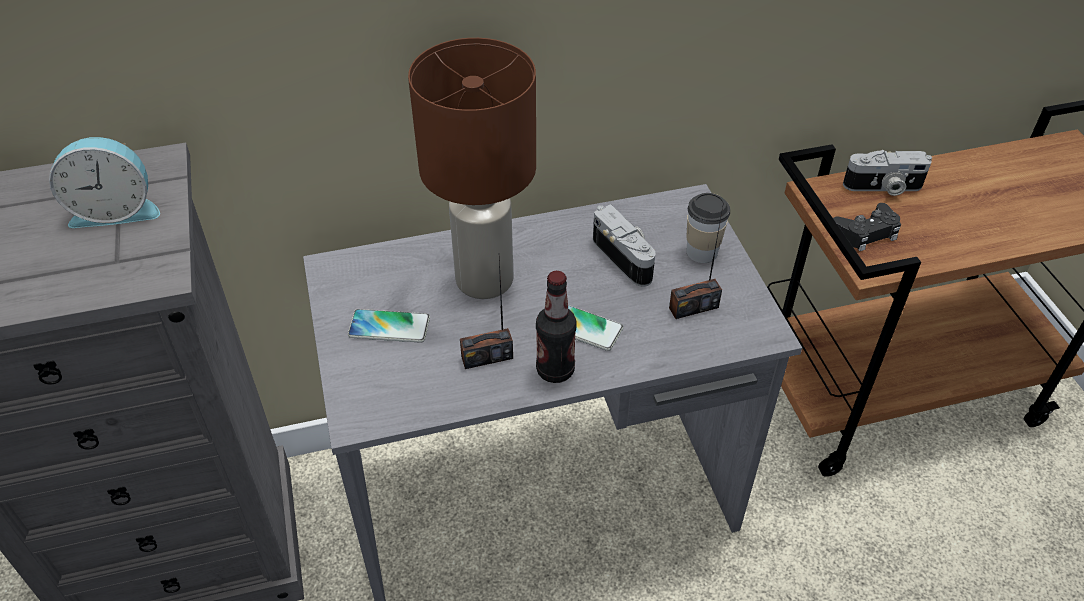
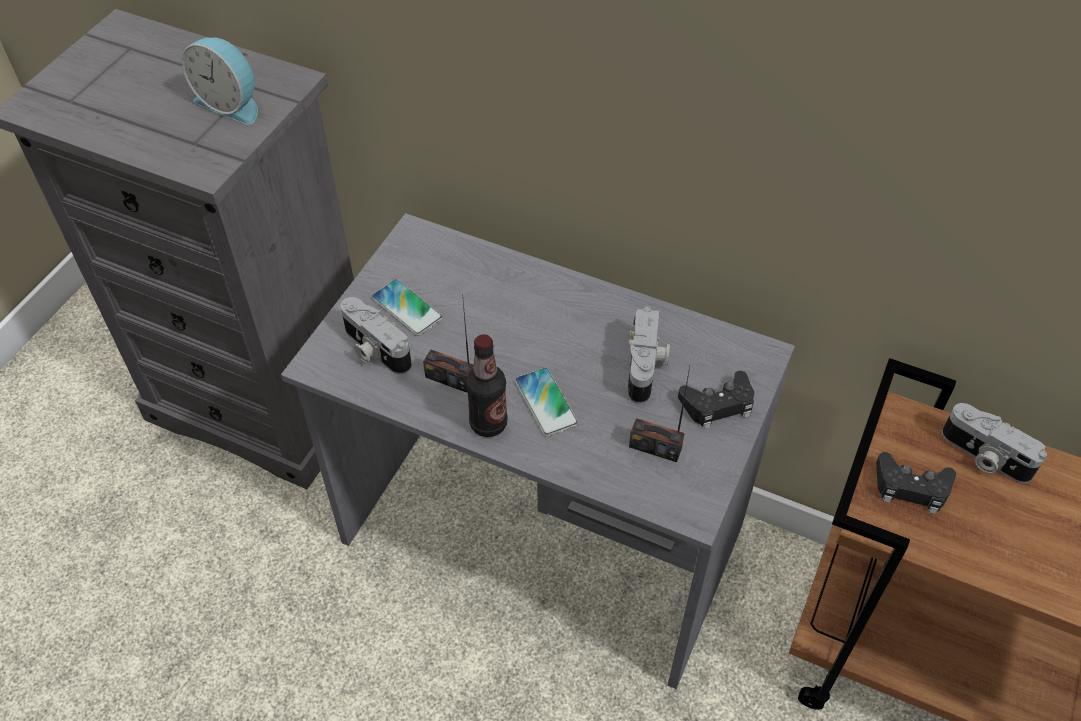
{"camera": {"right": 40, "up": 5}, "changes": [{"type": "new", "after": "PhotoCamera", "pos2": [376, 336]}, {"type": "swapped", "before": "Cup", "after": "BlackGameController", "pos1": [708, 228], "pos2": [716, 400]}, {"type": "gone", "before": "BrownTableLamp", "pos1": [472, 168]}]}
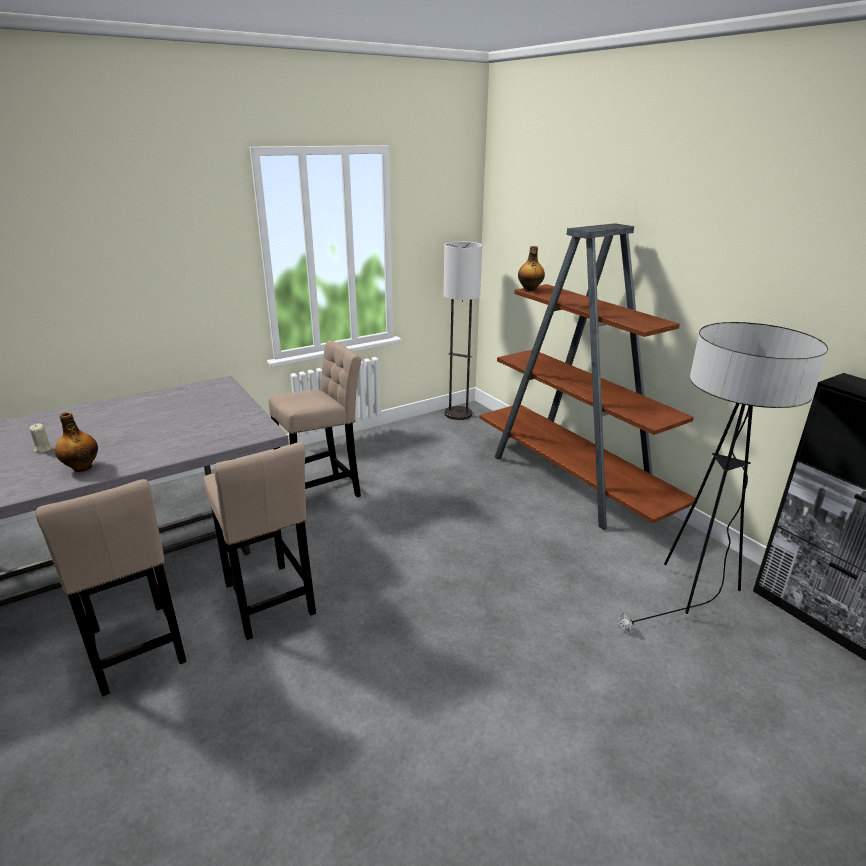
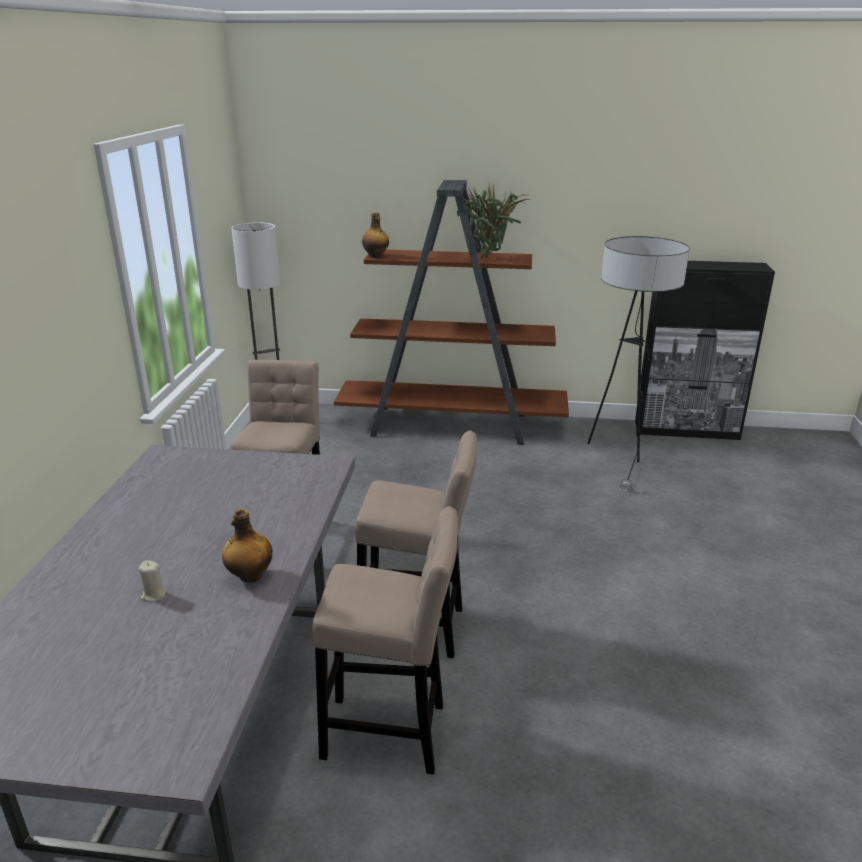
{"camera": {"right": -50, "up": 0}, "changes": [{"type": "new", "after": "PottedPlant", "pos2": [494, 220]}]}
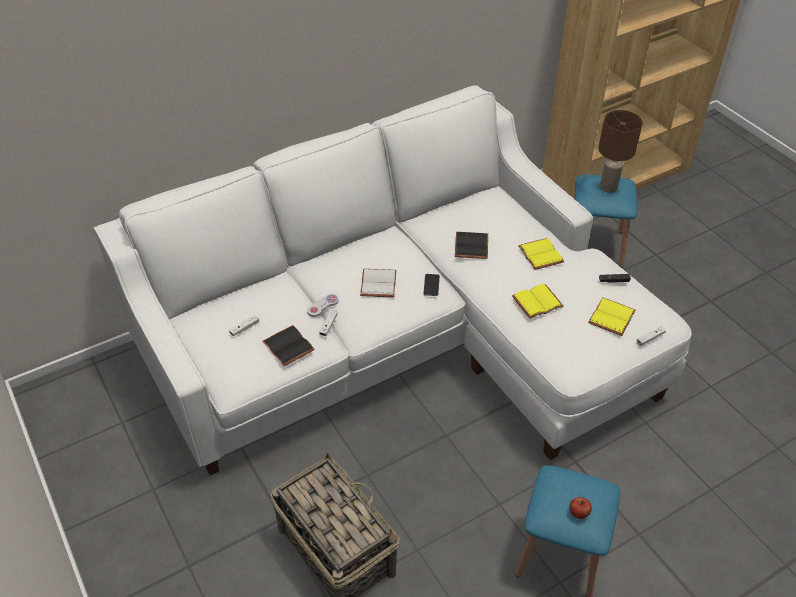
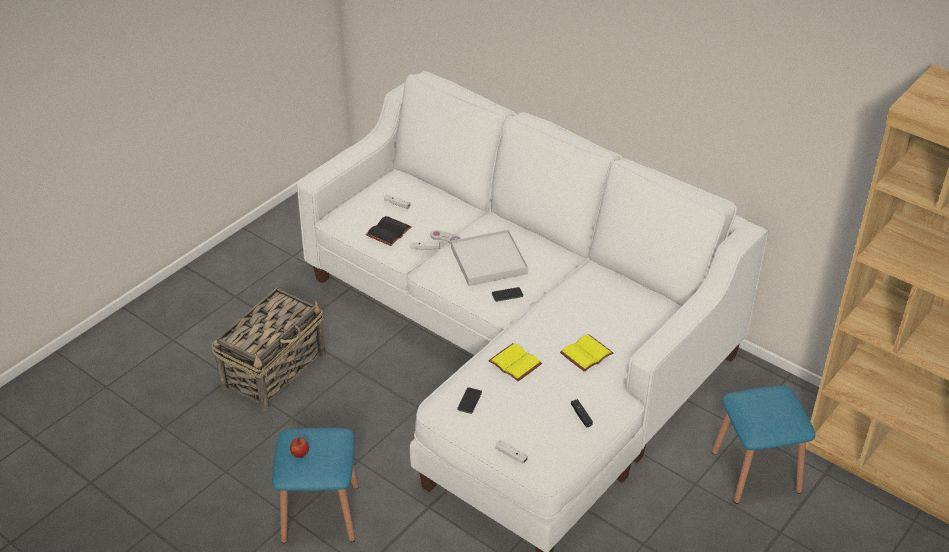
{"camera": {"right": 70, "up": -5}, "changes": [{"type": "swapped", "before": "WhiteBook", "after": "WhiteTray", "pos1": [378, 283], "pos2": [489, 257]}, {"type": "new", "after": "Phone", "pos2": [469, 400]}, {"type": "gone", "before": "BlackBook", "pos1": [471, 245]}, {"type": "gone", "before": "YellowBook", "pos1": [612, 317]}, {"type": "gone", "before": "BrownTableLamp", "pos1": [620, 151]}]}
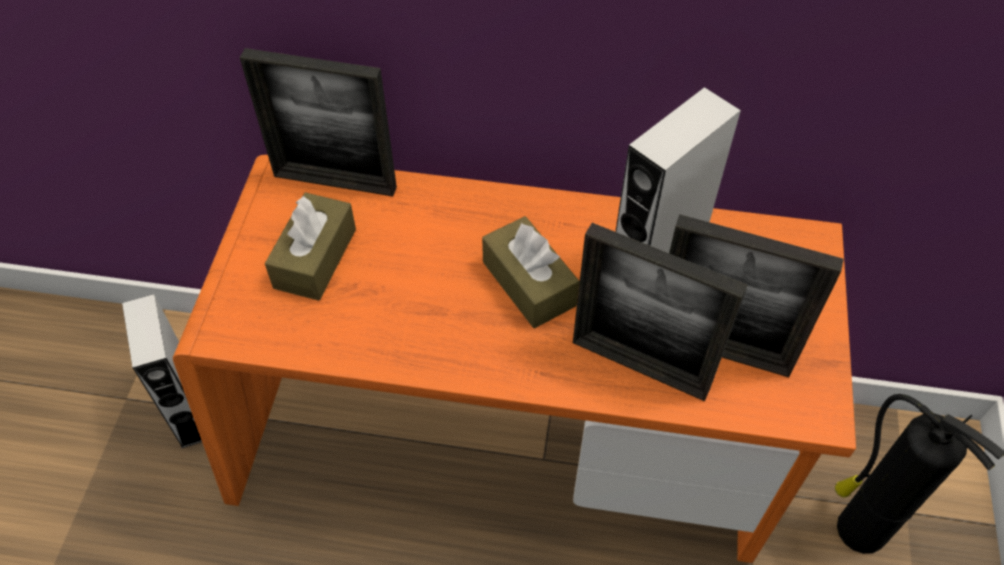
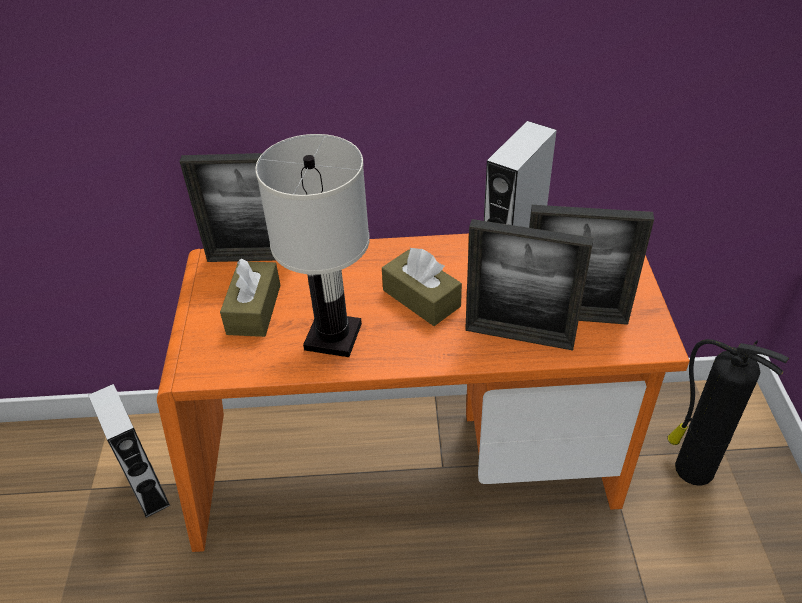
{"camera": {"right": -10, "up": -10}, "changes": [{"type": "new", "after": "WhiteTableLamp", "pos2": [312, 245]}]}
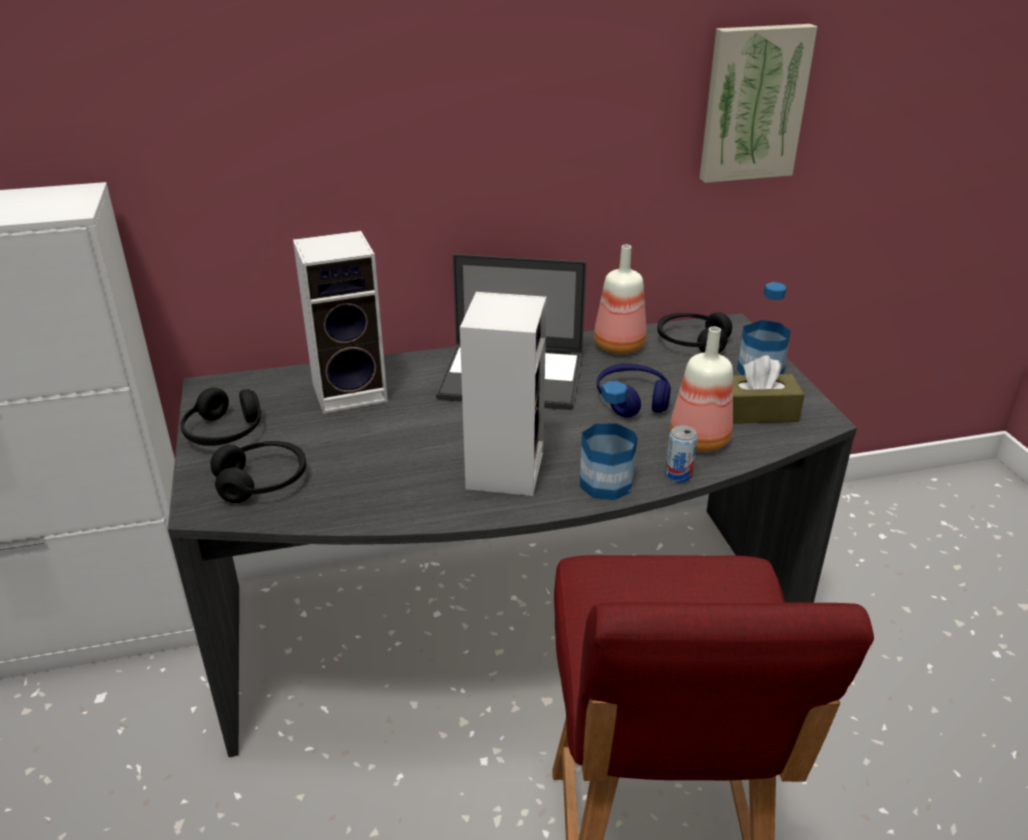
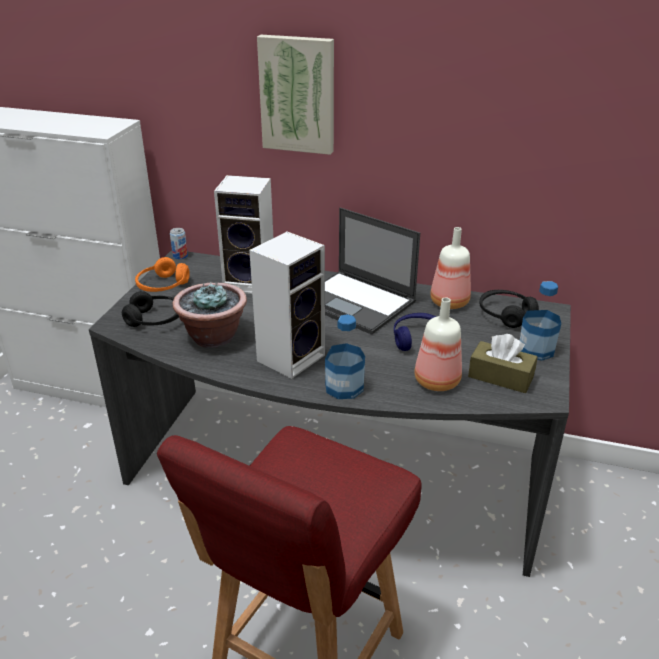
{"camera": {"right": 30, "up": 0}, "changes": [{"type": "repainted", "before": "BlackHeadphones", "after": "OrangeHeadphones", "pos1": [221, 416], "pos2": [162, 274]}, {"type": "shifted", "before": "Can", "pos1": [681, 454], "pos2": [179, 244]}, {"type": "new", "after": "PottedPlant", "pos2": [209, 315]}, {"type": "shifted", "before": "Picture", "pos1": [758, 103], "pos2": [295, 95]}]}
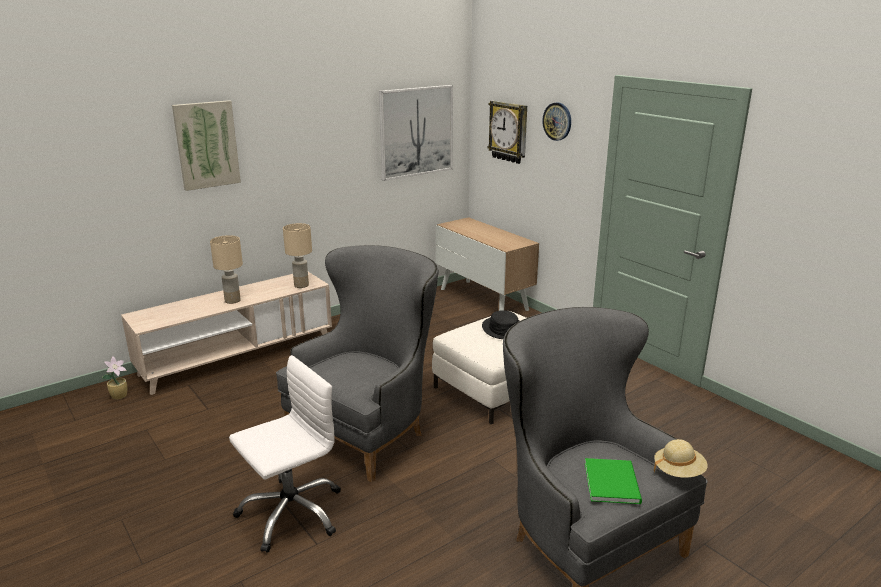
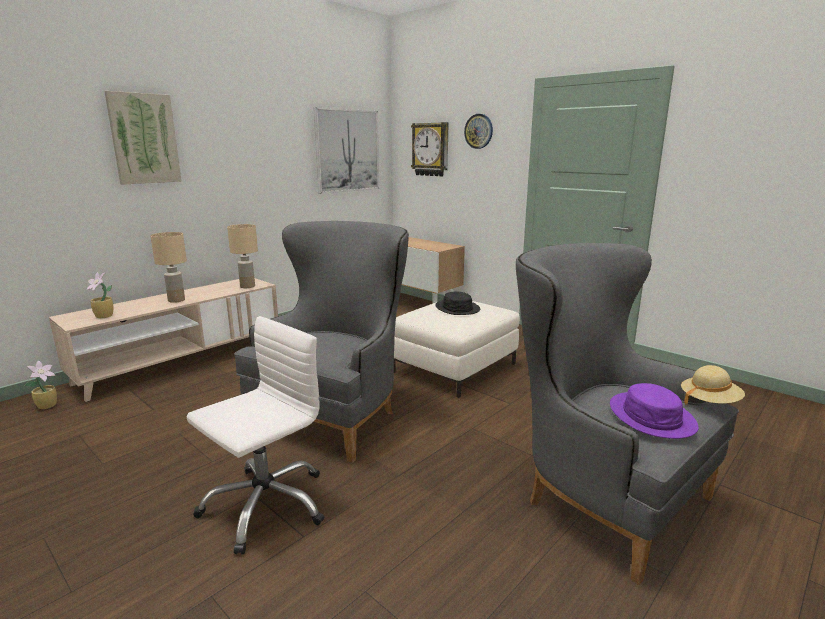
{"camera": {"right": -10, "up": -5}, "changes": [{"type": "new", "after": "PottedPlant", "pos2": [99, 295]}, {"type": "swapped", "before": "GreenBook", "after": "PurpleHat", "pos1": [613, 481], "pos2": [654, 411]}]}
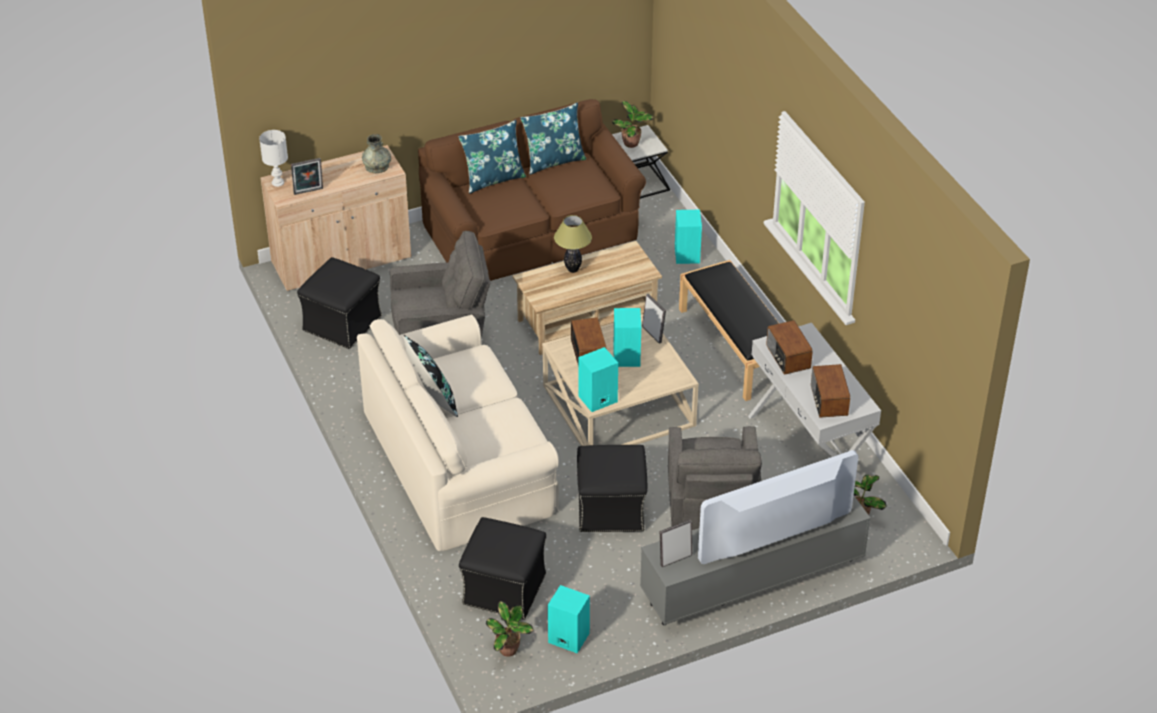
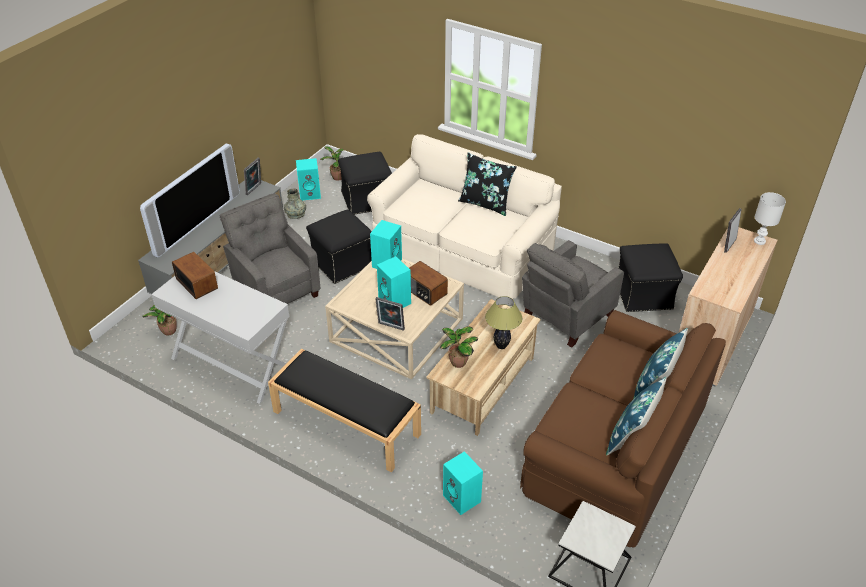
{"camera": {"right": 145, "up": 0}, "changes": [{"type": "shifted", "before": "GreyVase", "pos1": [376, 153], "pos2": [295, 204]}, {"type": "shifted", "before": "PottedPlant", "pos1": [632, 124], "pos2": [459, 347]}, {"type": "gone", "before": "Radio", "pos1": [789, 347]}]}
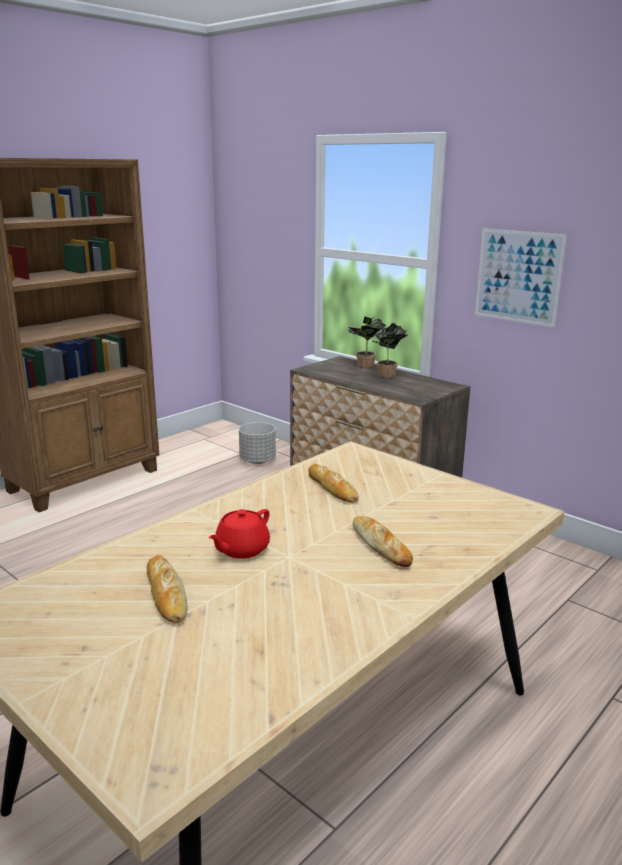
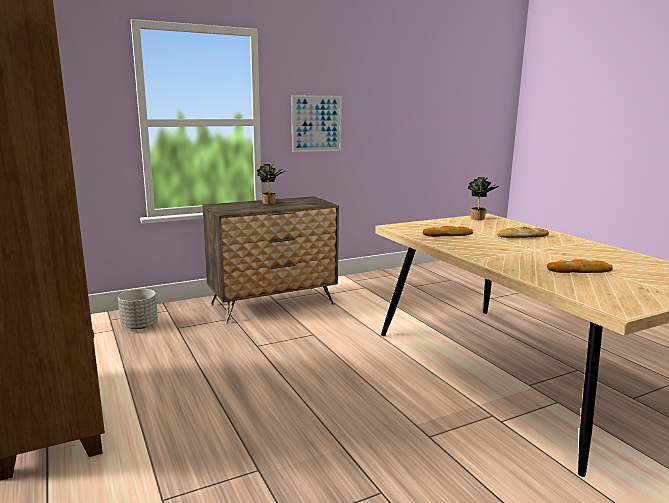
{"camera": {"right": -70, "up": -5}, "changes": [{"type": "shifted", "before": "PottedPlant", "pos1": [367, 342], "pos2": [483, 198]}, {"type": "gone", "before": "RedTeapot", "pos1": [239, 534]}]}
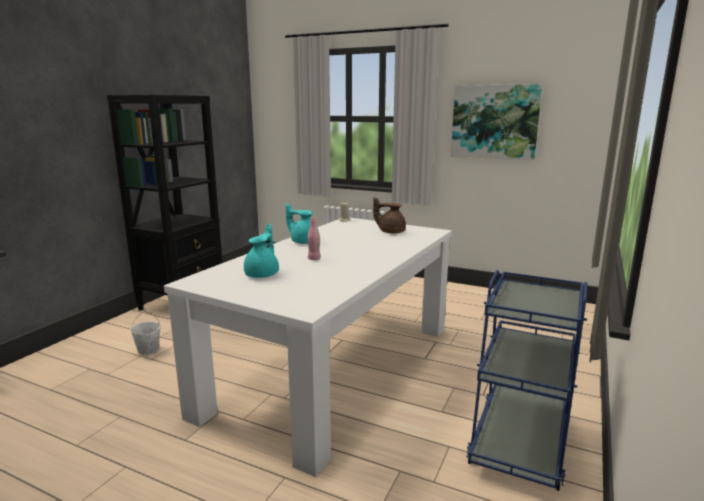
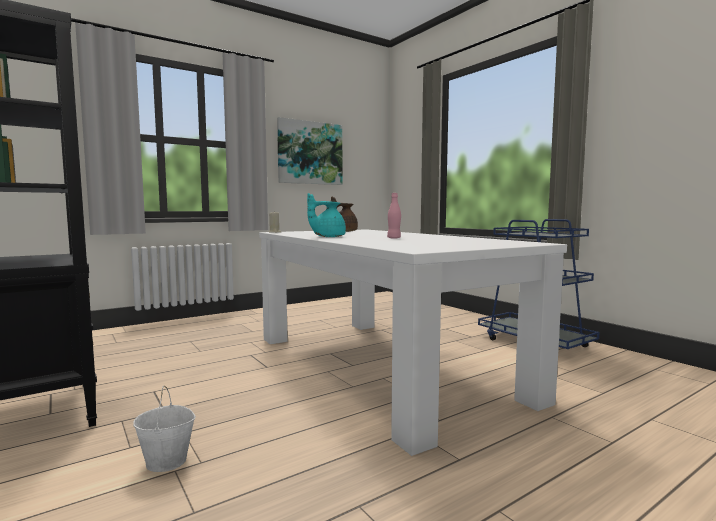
{"camera": {"right": -60, "up": -10}, "changes": [{"type": "gone", "before": "TurquoiseTeapot", "pos1": [261, 251]}]}
